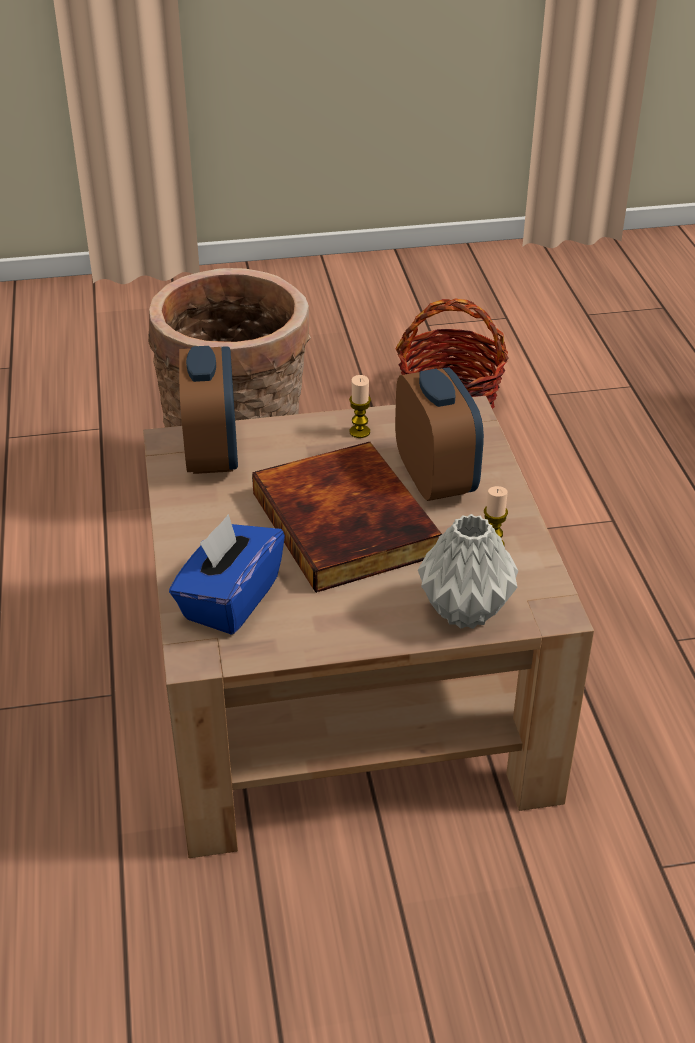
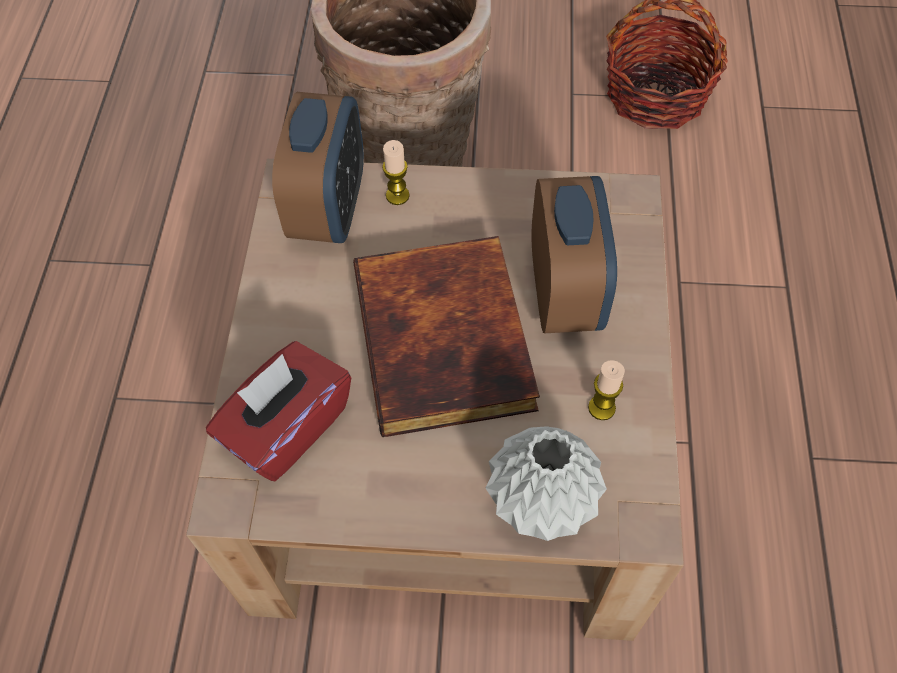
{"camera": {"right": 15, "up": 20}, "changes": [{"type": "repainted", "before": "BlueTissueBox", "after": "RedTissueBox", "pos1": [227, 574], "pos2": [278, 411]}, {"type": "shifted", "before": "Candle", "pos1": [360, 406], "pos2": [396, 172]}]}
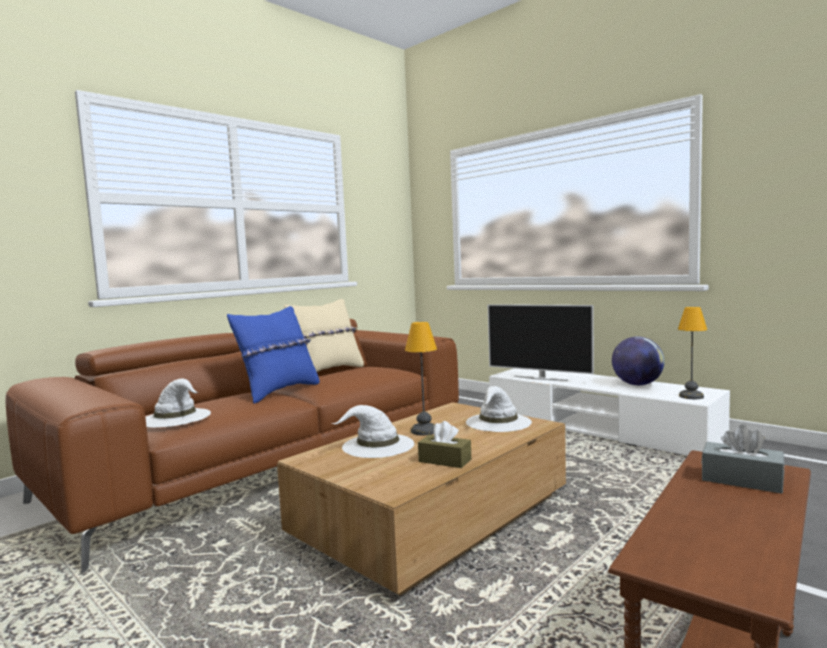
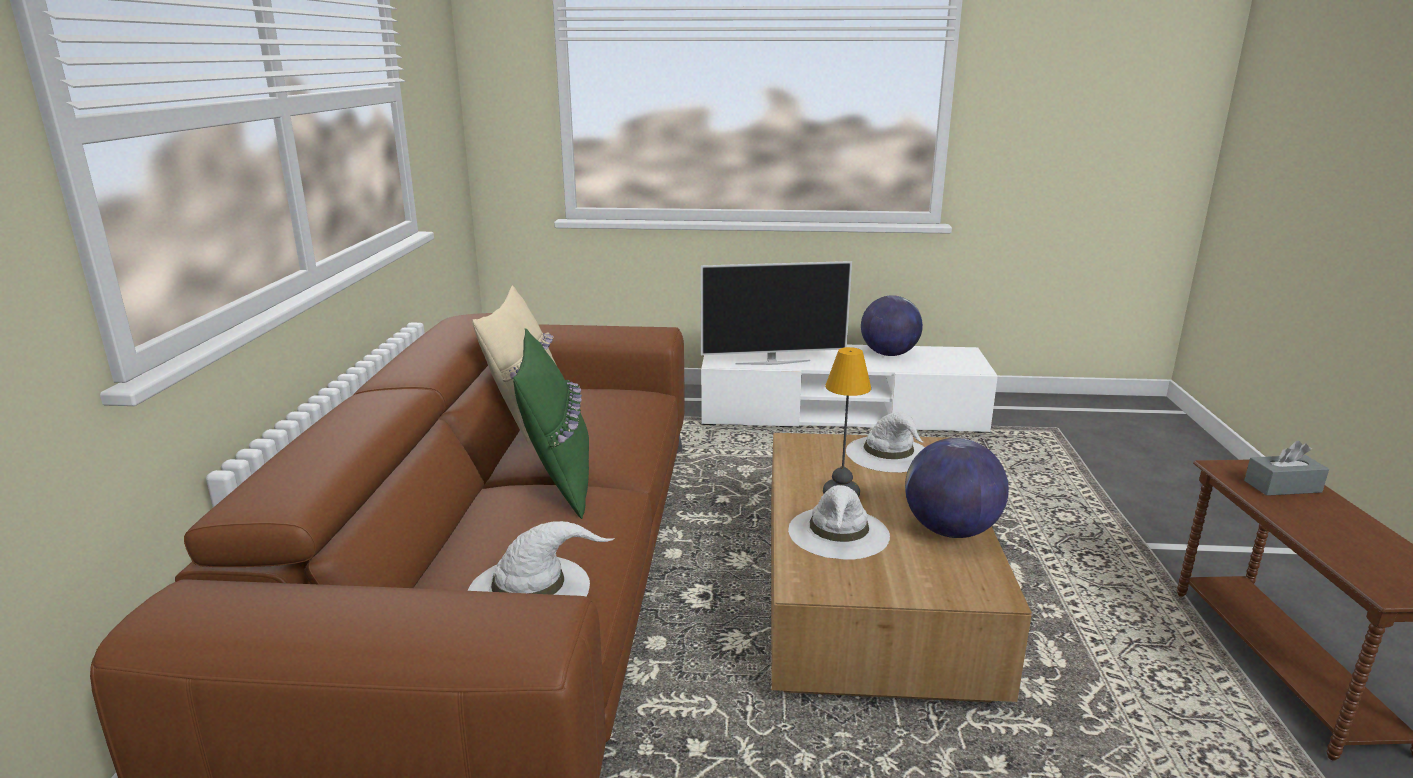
{"camera": {"right": -40, "up": 15}, "changes": [{"type": "repainted", "before": "BluePillow", "after": "GreenPillow", "pos1": [273, 354], "pos2": [551, 423]}, {"type": "swapped", "before": "BrownTissueBox", "after": "Globe", "pos1": [444, 444], "pos2": [957, 488]}, {"type": "gone", "before": "TableLamp", "pos1": [692, 353]}]}
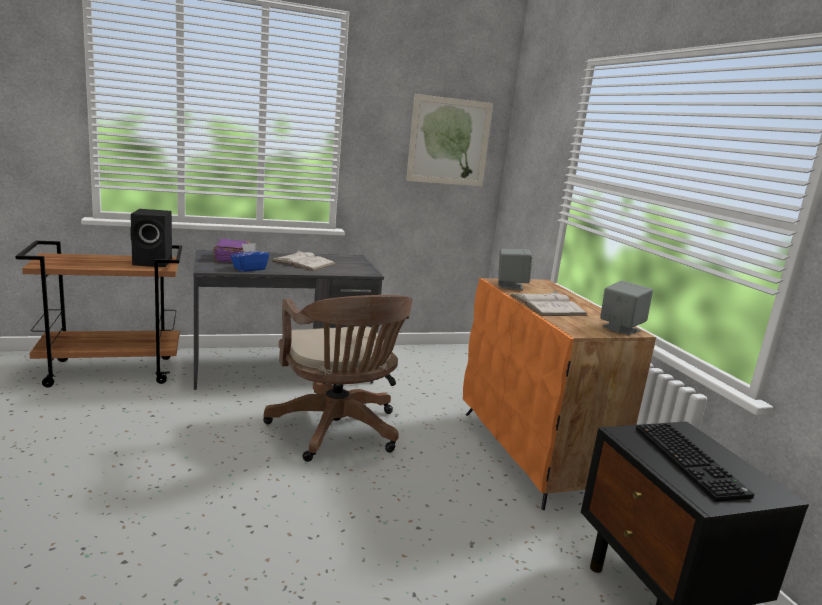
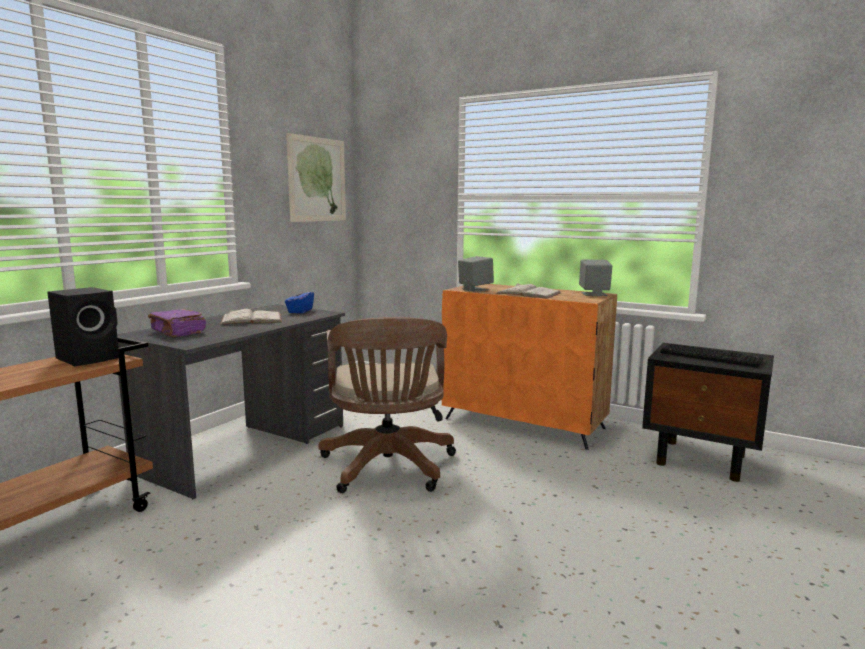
{"camera": {"right": -40, "up": -5}, "changes": [{"type": "shifted", "before": "BlueTissueBox", "pos1": [250, 257], "pos2": [299, 299]}, {"type": "rotated", "before": "BrownOfficeChair", "pos1": [337, 378], "pos2": [387, 405], "turn": 60}]}
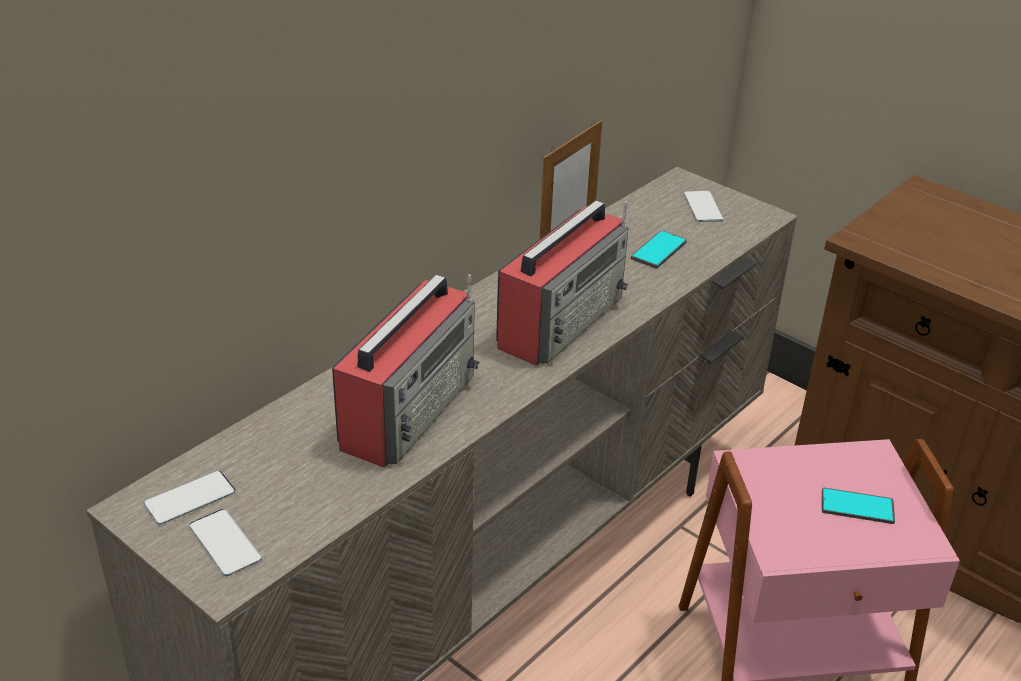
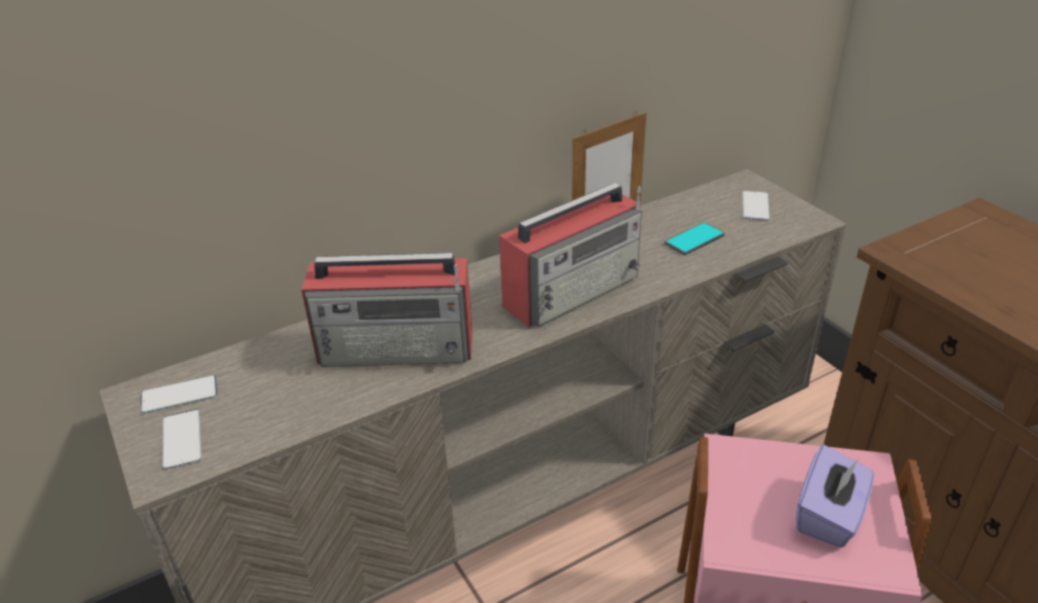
{"camera": {"right": 20, "up": 0}, "changes": [{"type": "rotated", "before": "Radio", "pos1": [405, 371], "pos2": [387, 310], "turn": 45}, {"type": "swapped", "before": "Phone", "after": "PurpleTissueBox", "pos1": [858, 506], "pos2": [835, 496]}]}
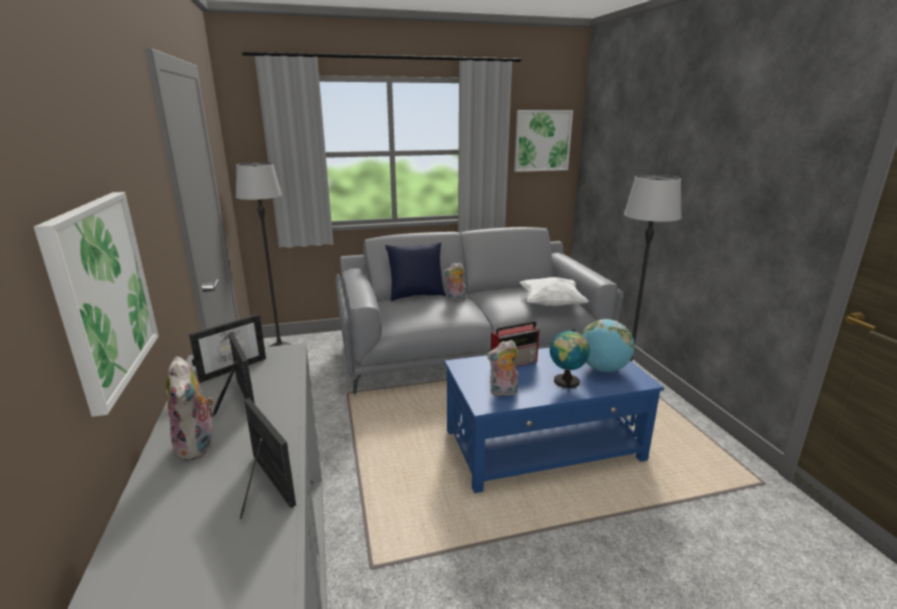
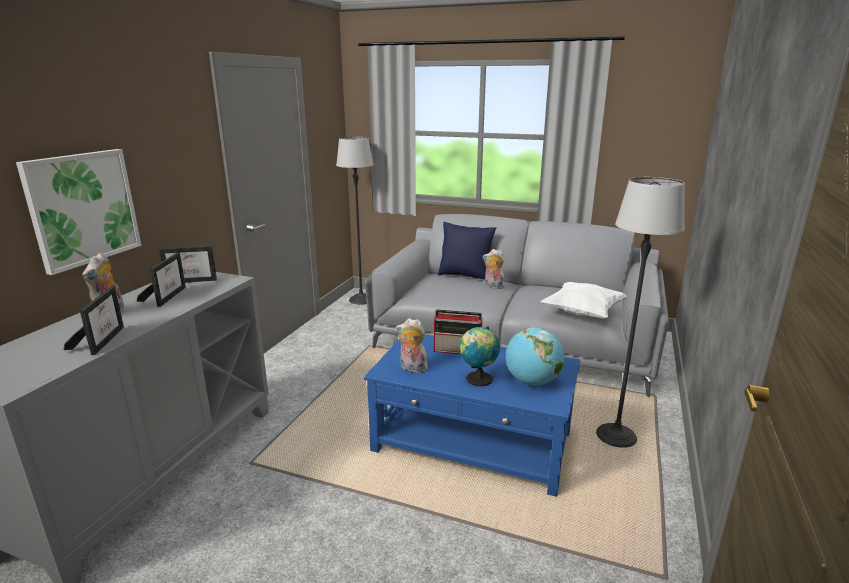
{"camera": {"right": 35, "up": 0}, "changes": [{"type": "gone", "before": "Picture", "pos1": [543, 141]}]}
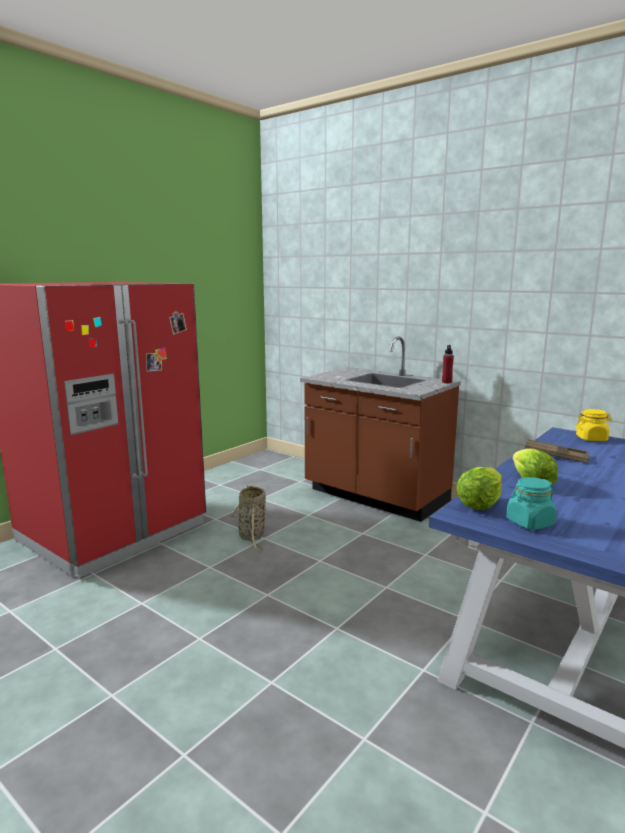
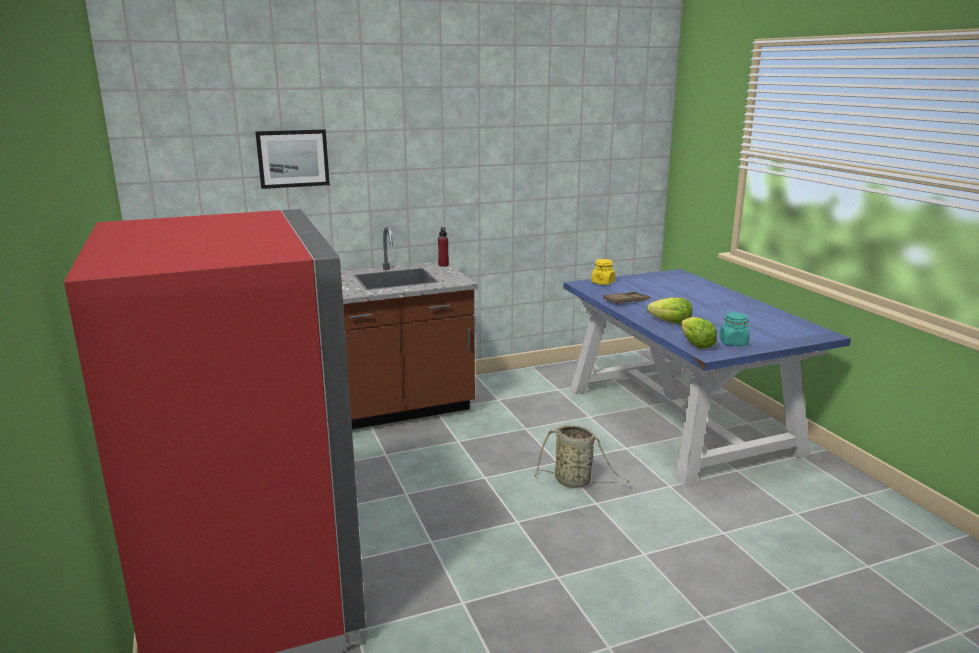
{"camera": {"right": -60, "up": 5}, "changes": [{"type": "new", "after": "Picture", "pos2": [292, 159]}, {"type": "shifted", "before": "Basket", "pos1": [248, 519], "pos2": [581, 456]}]}
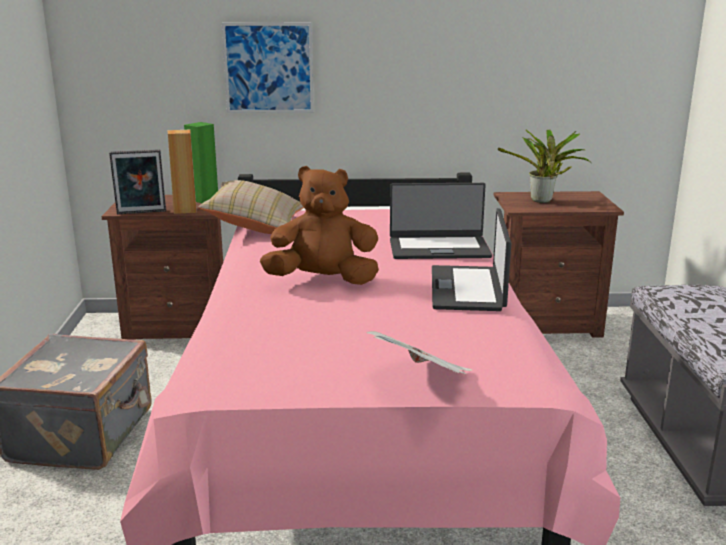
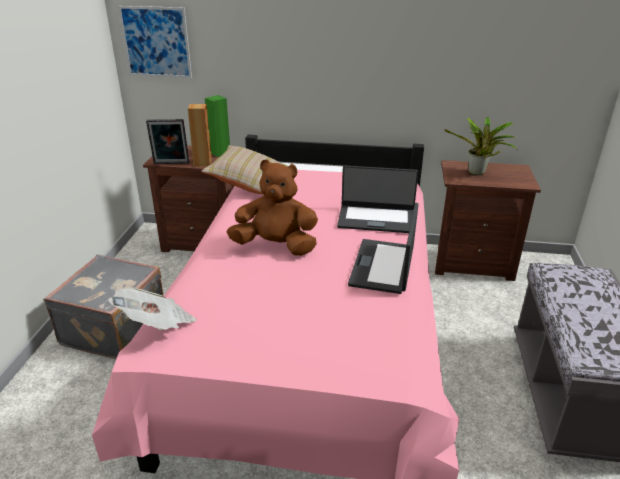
{"camera": {"right": 10, "up": 10}, "changes": [{"type": "shifted", "before": "Newspaper", "pos1": [419, 352], "pos2": [152, 308]}, {"type": "shifted", "before": "Picture", "pos1": [268, 67], "pos2": [155, 42]}]}
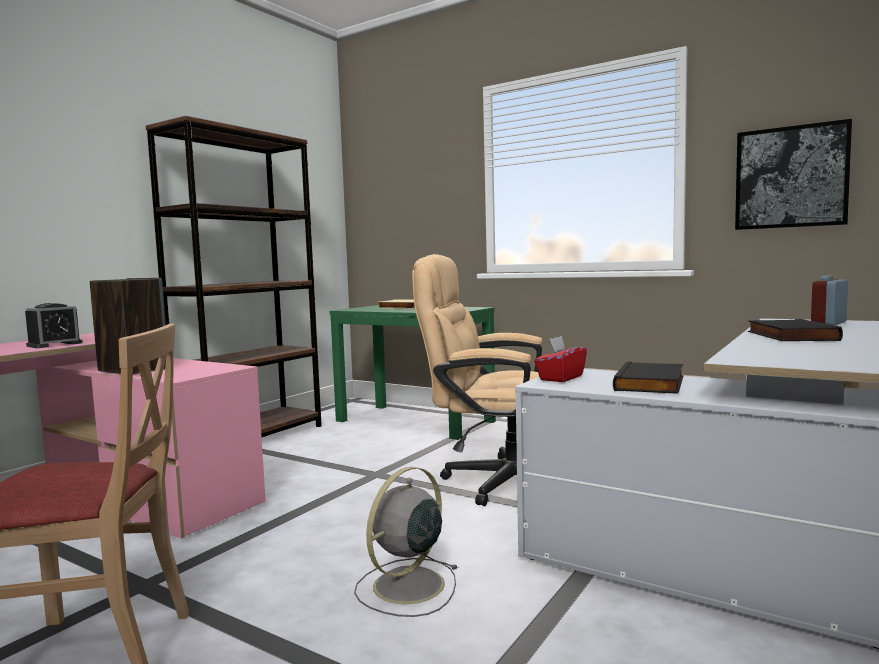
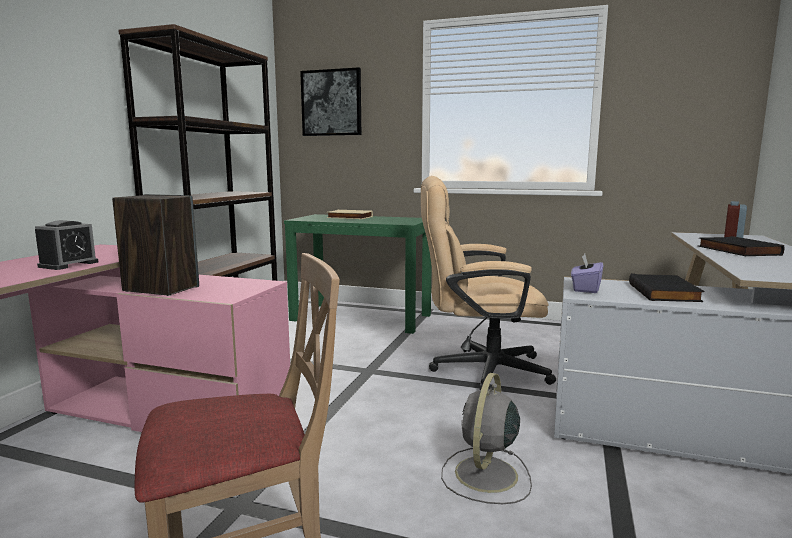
{"camera": {"right": -15, "up": 5}, "changes": [{"type": "shifted", "before": "Picture", "pos1": [793, 174], "pos2": [330, 101]}, {"type": "repainted", "before": "RedTissueBox", "after": "PurpleTissueBox", "pos1": [560, 359], "pos2": [587, 273]}]}
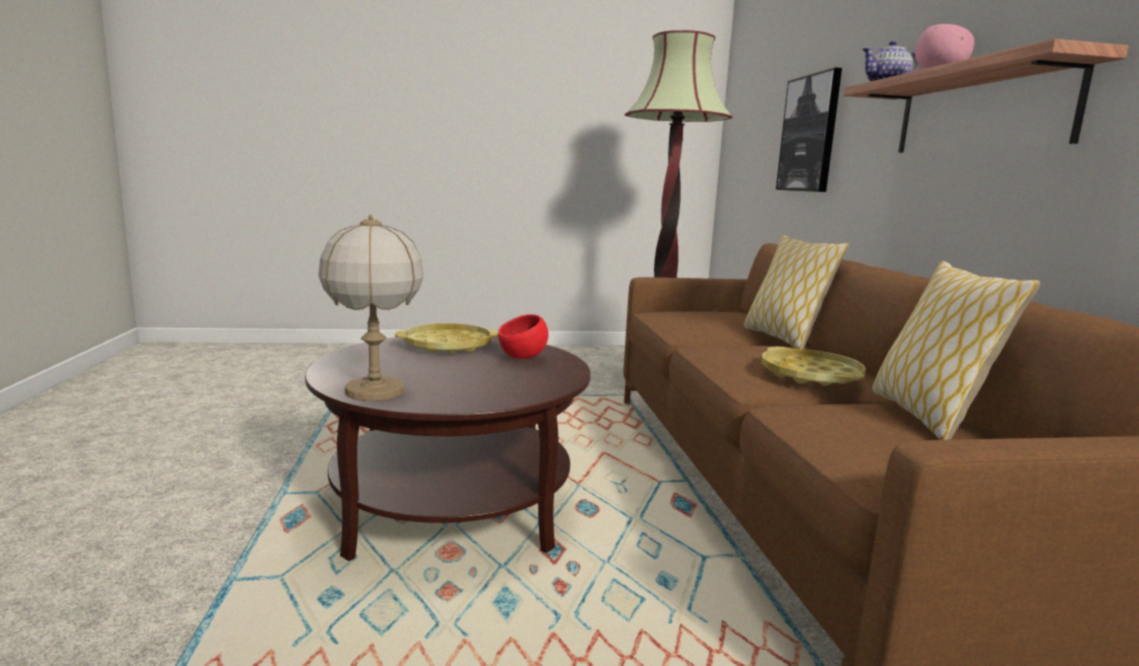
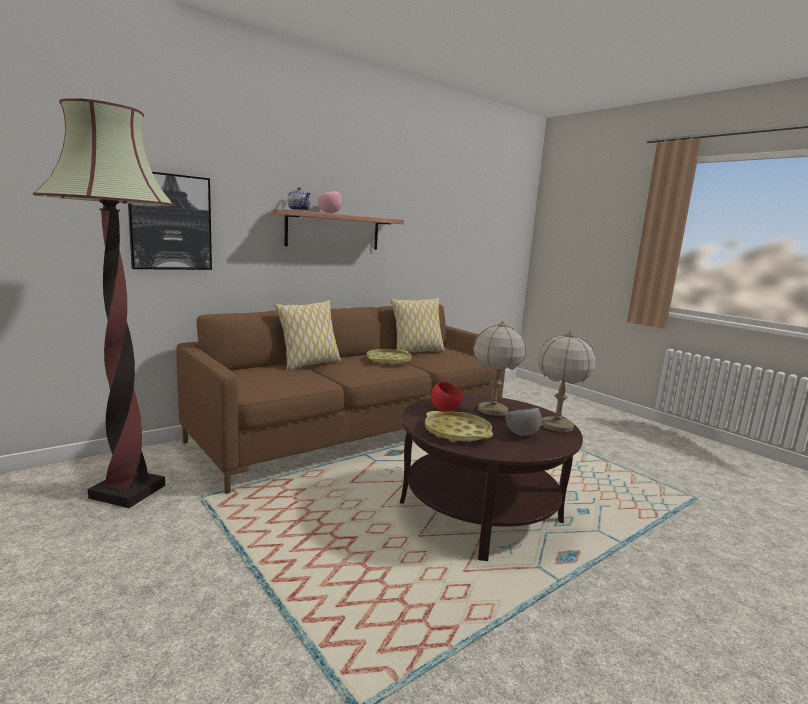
{"camera": {"right": -120, "up": 0}, "changes": [{"type": "new", "after": "TableLamp", "pos2": [499, 368]}, {"type": "new", "after": "GreyBowl", "pos2": [523, 422]}]}
